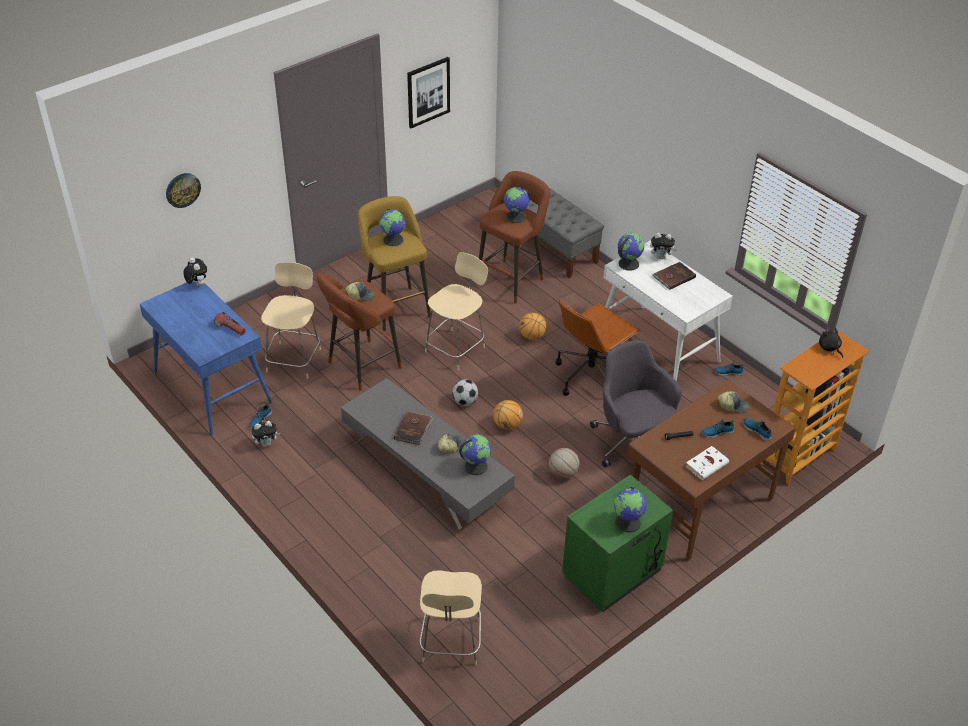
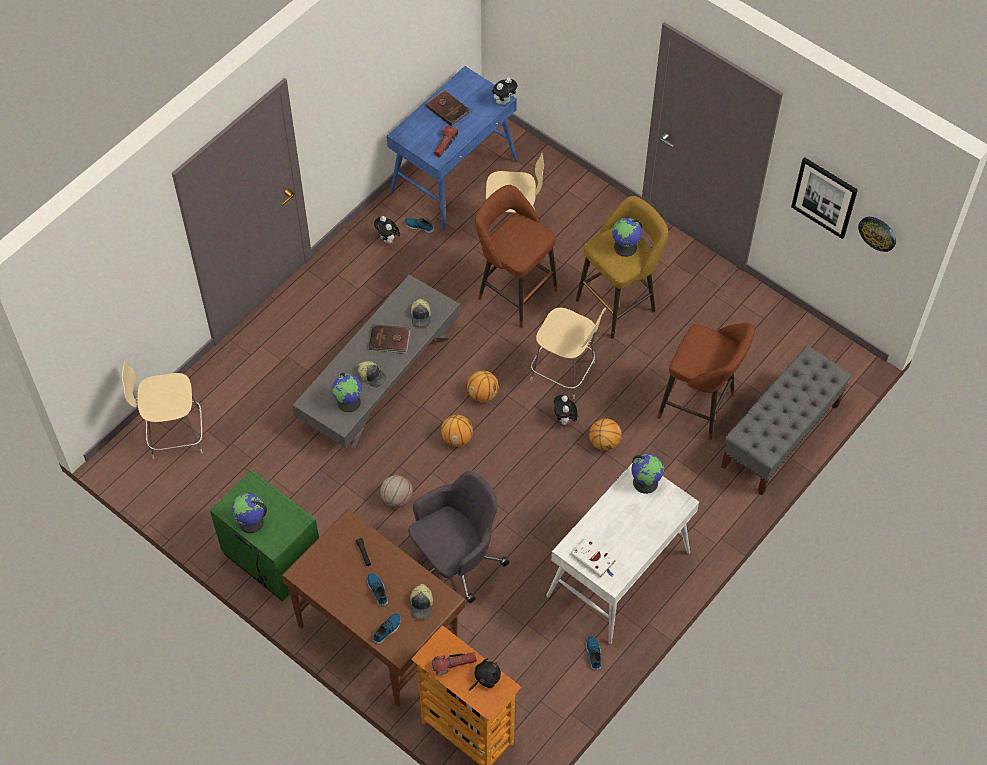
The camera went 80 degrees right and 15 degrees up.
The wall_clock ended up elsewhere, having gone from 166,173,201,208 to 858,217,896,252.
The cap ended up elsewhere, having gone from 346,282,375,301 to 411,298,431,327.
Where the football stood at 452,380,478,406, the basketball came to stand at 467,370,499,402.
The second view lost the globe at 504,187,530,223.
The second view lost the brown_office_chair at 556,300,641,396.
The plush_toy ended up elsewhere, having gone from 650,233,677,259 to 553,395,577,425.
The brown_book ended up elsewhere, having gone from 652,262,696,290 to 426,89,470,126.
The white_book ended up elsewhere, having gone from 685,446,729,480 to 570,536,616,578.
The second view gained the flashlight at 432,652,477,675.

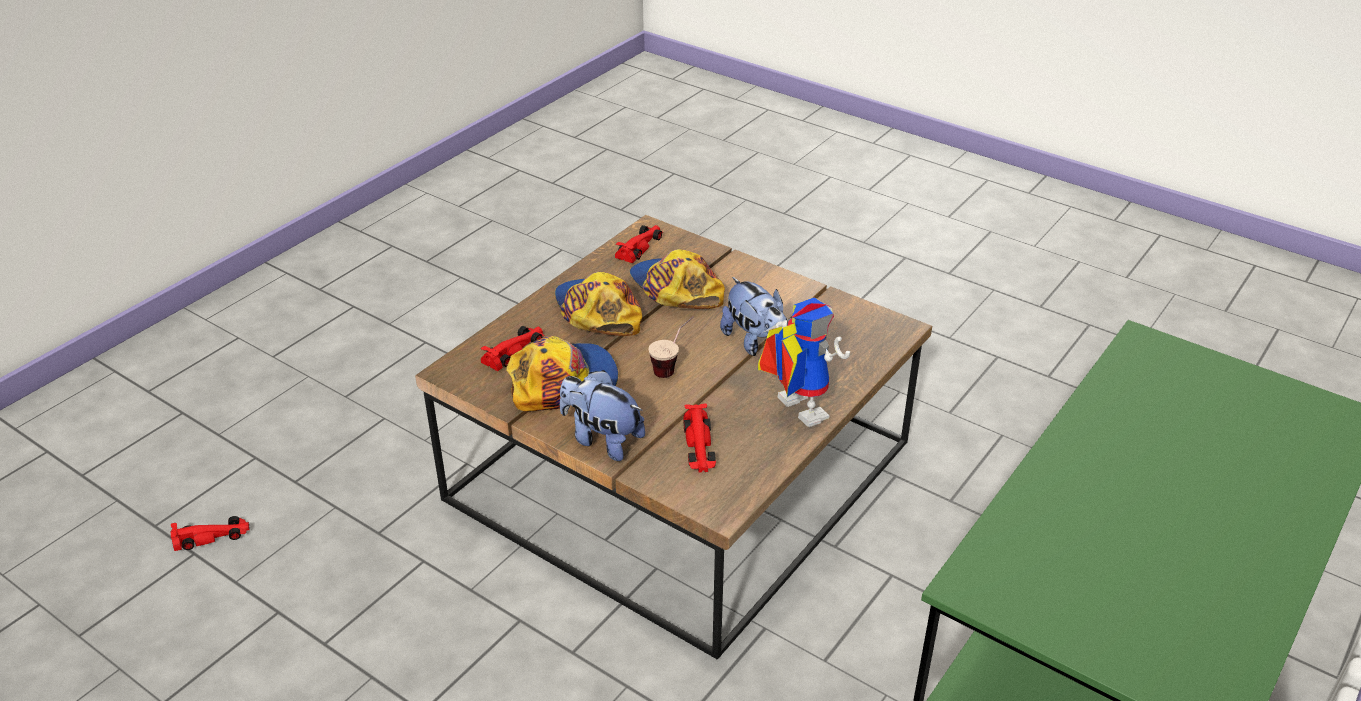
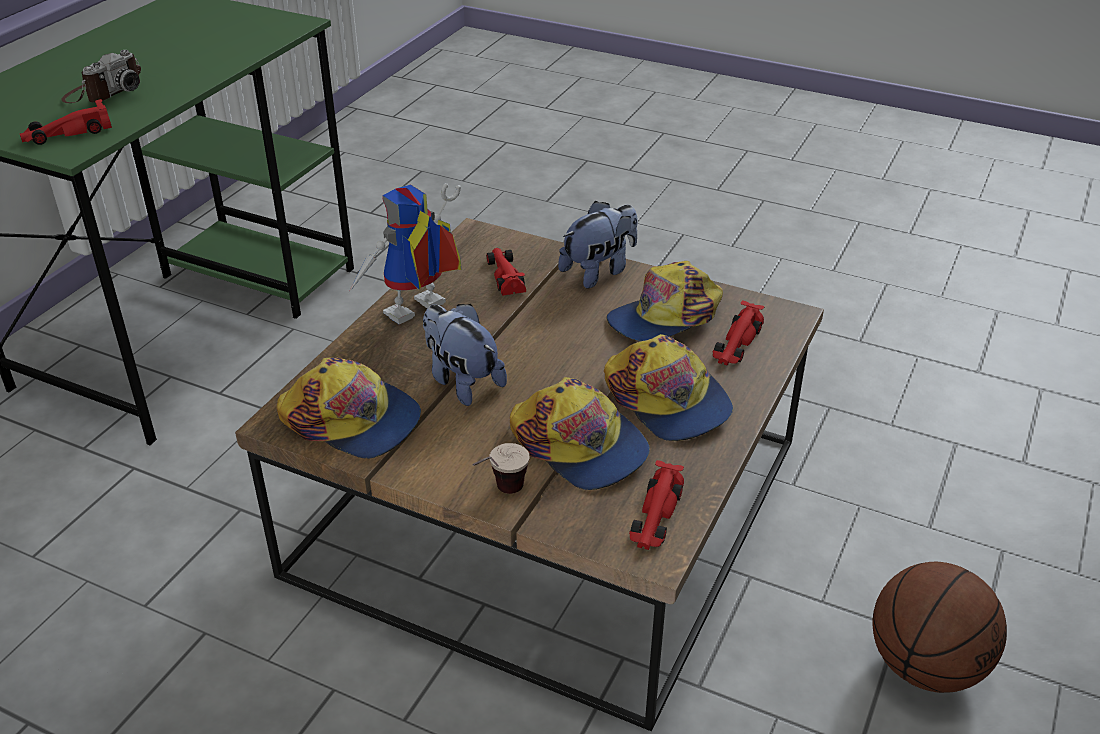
The camera went 170 degrees right and 0 degrees up.
The red_toy_car ended up elsewhere, having gone from 171,516,250,551 to 20,99,112,145.
The plush_toy at 560,370,645,461 ended up facing another way, 60 degrees counterclockwise from before.
The cup ended up elsewhere, having gone from 648,316,694,378 to 473,443,530,494.
The toy_robot at 758,297,850,427 ended up facing another way, 90 degrees clockwise from before.
The second view gained the photo_camera at 61,50,141,103.
The second view gained the cap at 276,358,421,459.
The second view gained the basketball at 873,562,1007,693.

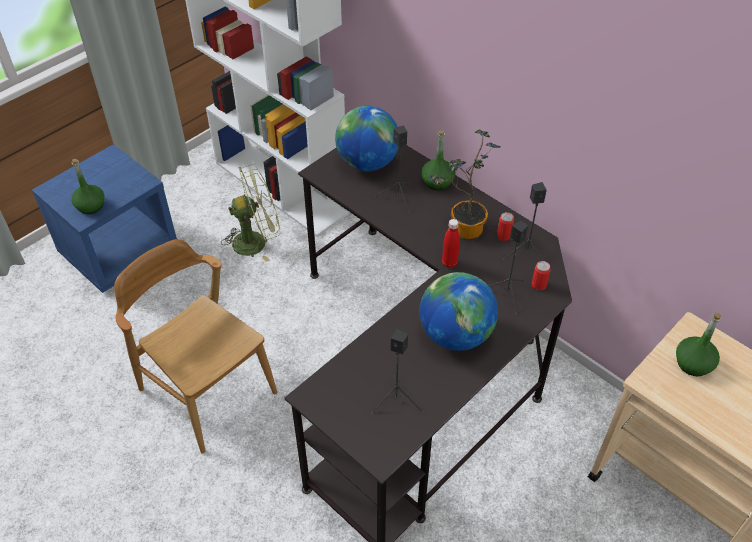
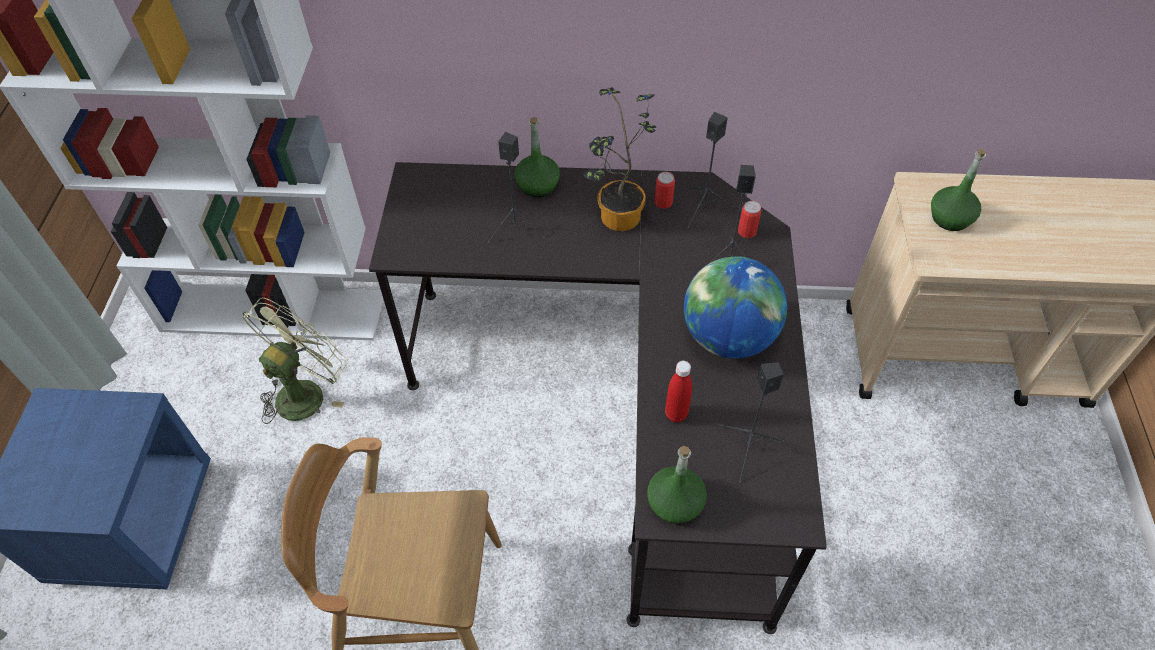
The camera went 40 degrees left and 5 degrees up.
The green_bottle ended up elsewhere, having gone from 71,159,104,214 to 647,446,707,524.
The second view lost the globe at 335,106,398,171.
The red_bottle ended up elsewhere, having gone from 442,219,460,268 to 665,361,692,422.

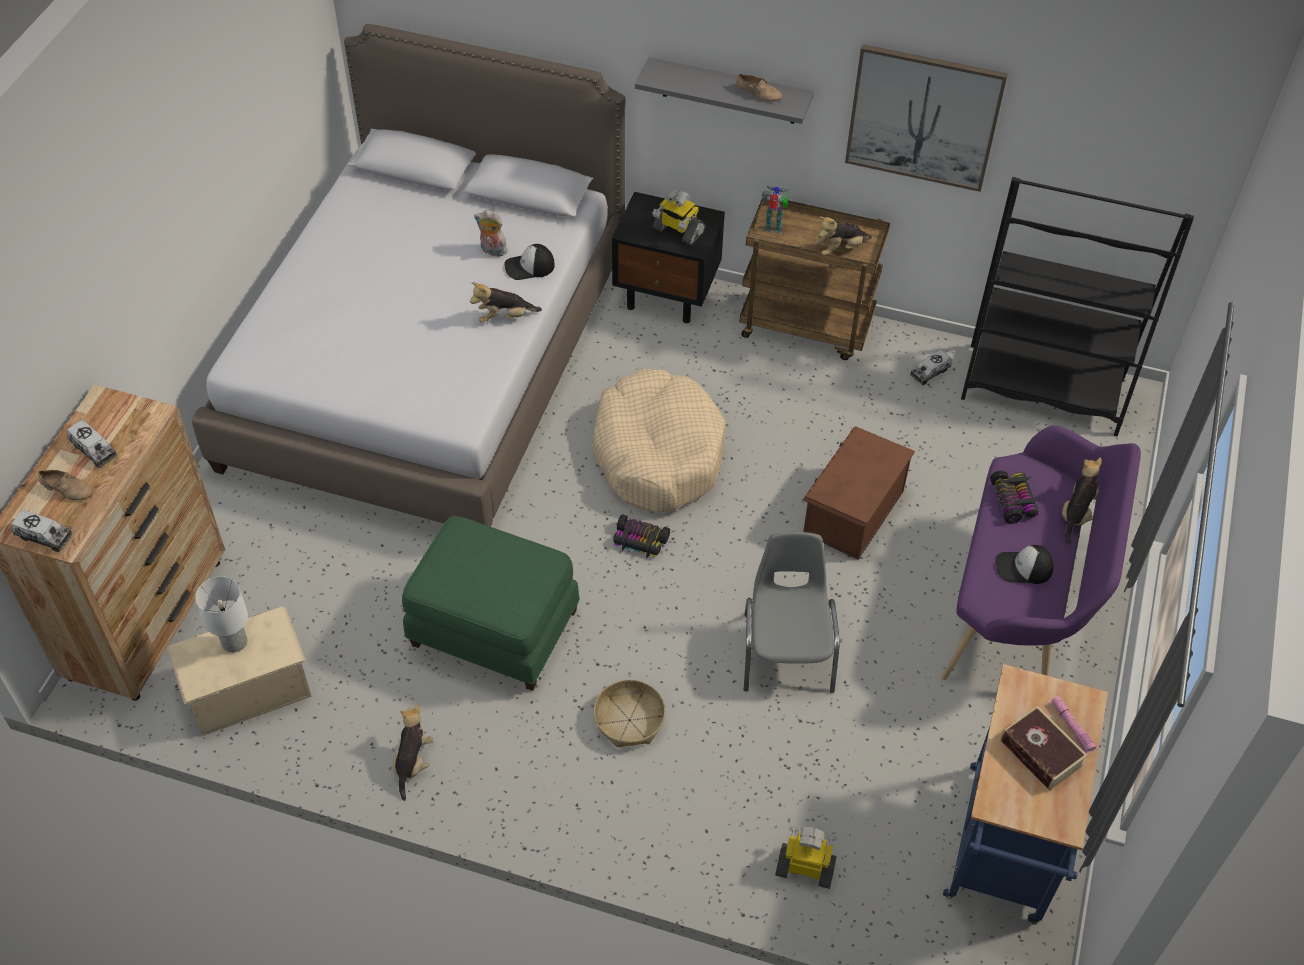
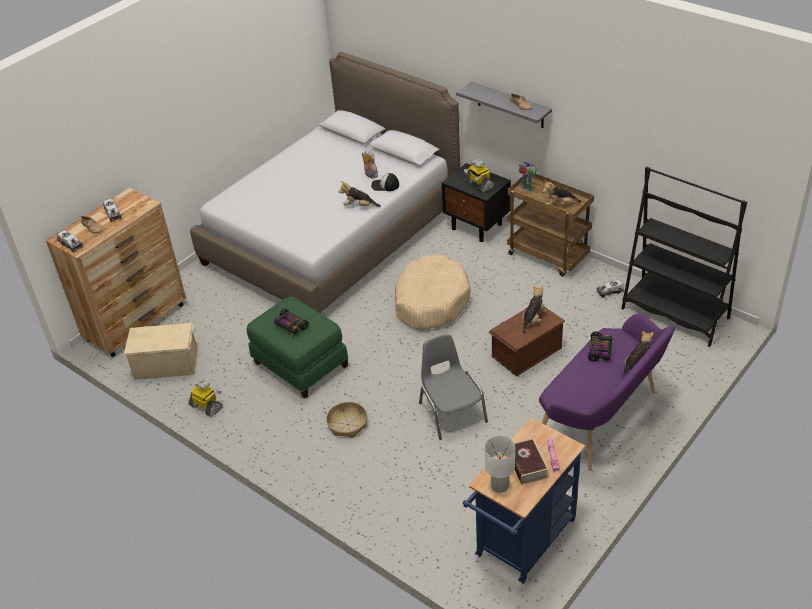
The camera went 25 degrees right and 10 degrees down.
The white_table_lamp ended up elsewhere, having gone from 195,576,248,653 to 485,436,515,493.
The plush_toy ended up elsewhere, having gone from 393,705,433,801 to 522,286,547,334.
The toy_car ended up elsewhere, having gone from 613,514,670,559 to 274,308,309,335.
The grey_chair at 744,532,839,693 ended up facing another way, 45 degrees counterclockwise from before.
The toy_robot ended up elsewhere, having gone from 775,826,837,889 to 188,378,223,417.
The second view lost the picture at 845,44,1008,192.
The second view lost the cap at 996,545,1054,584.

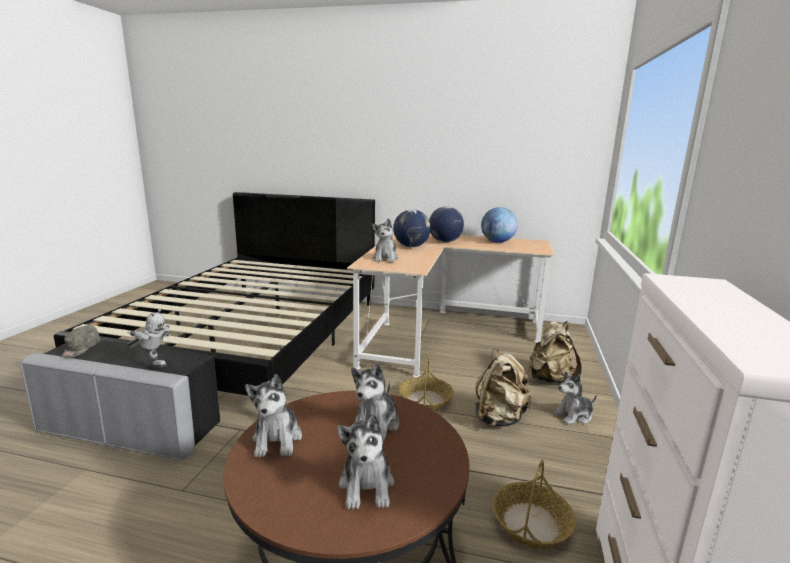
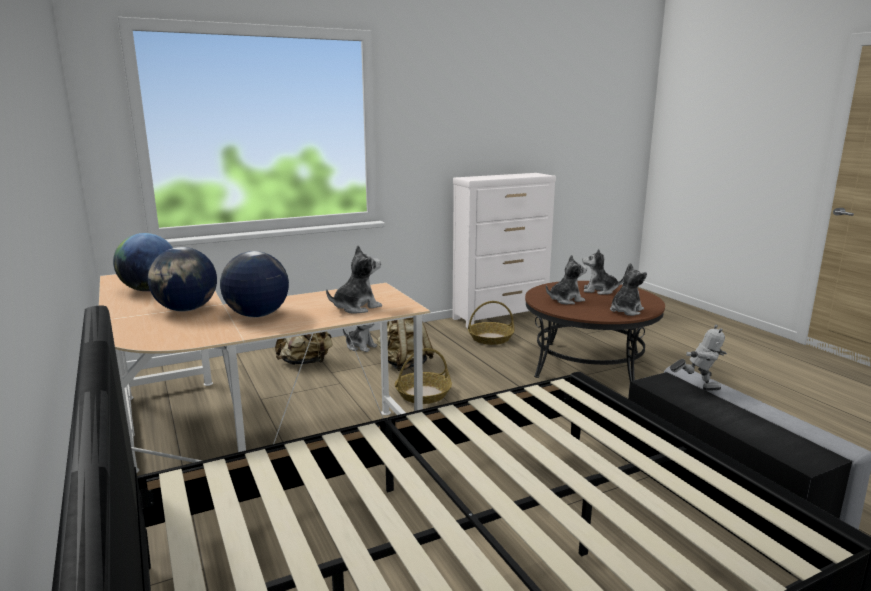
The camera went 130 degrees left and 0 degrees up.
The second view lost the grey_cap at 62,325,100,358.
The toy_robot at 127,309,170,367 ended up facing another way, 120 degrees clockwise from before.
The plush_toy at 337,414,395,509 ended up facing another way, 120 degrees counterclockwise from before.

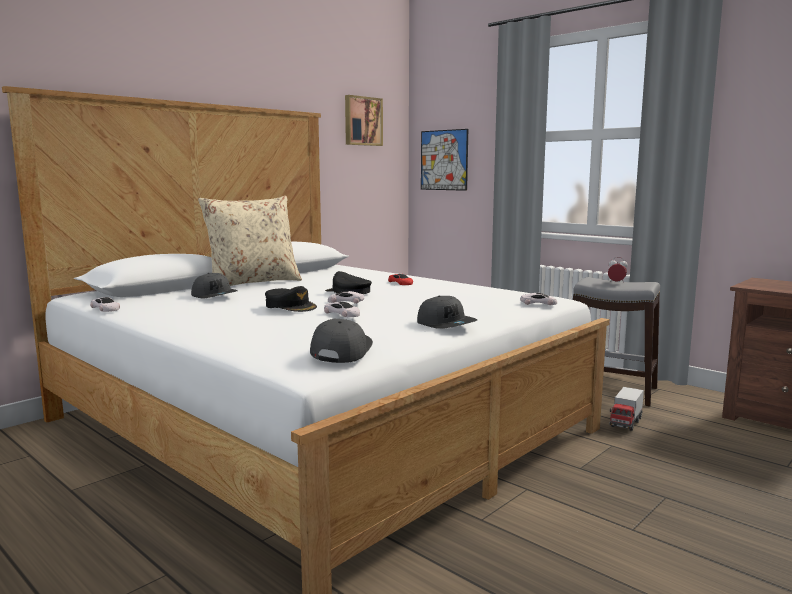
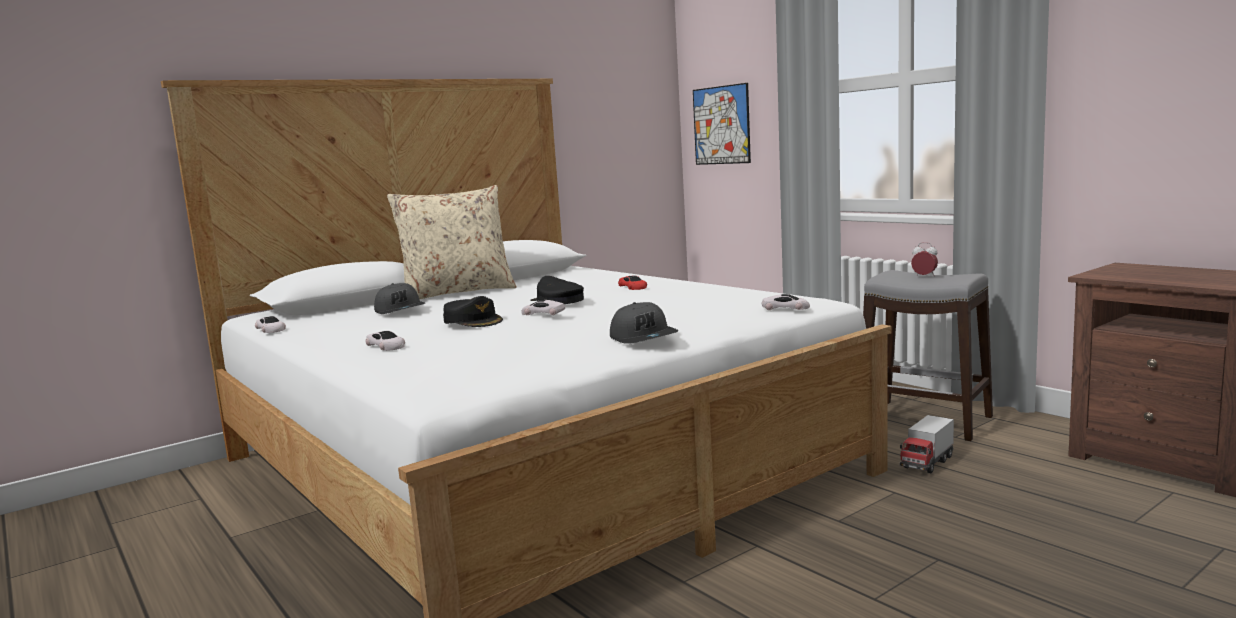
The camera went 10 degrees right and 0 degrees up.
The second view lost the grey_cap at 310,319,373,363.
The white_toy_car ended up elsewhere, having gone from 324,302,360,317 to 366,331,405,351.
The second view lost the picture at 345,95,383,146.

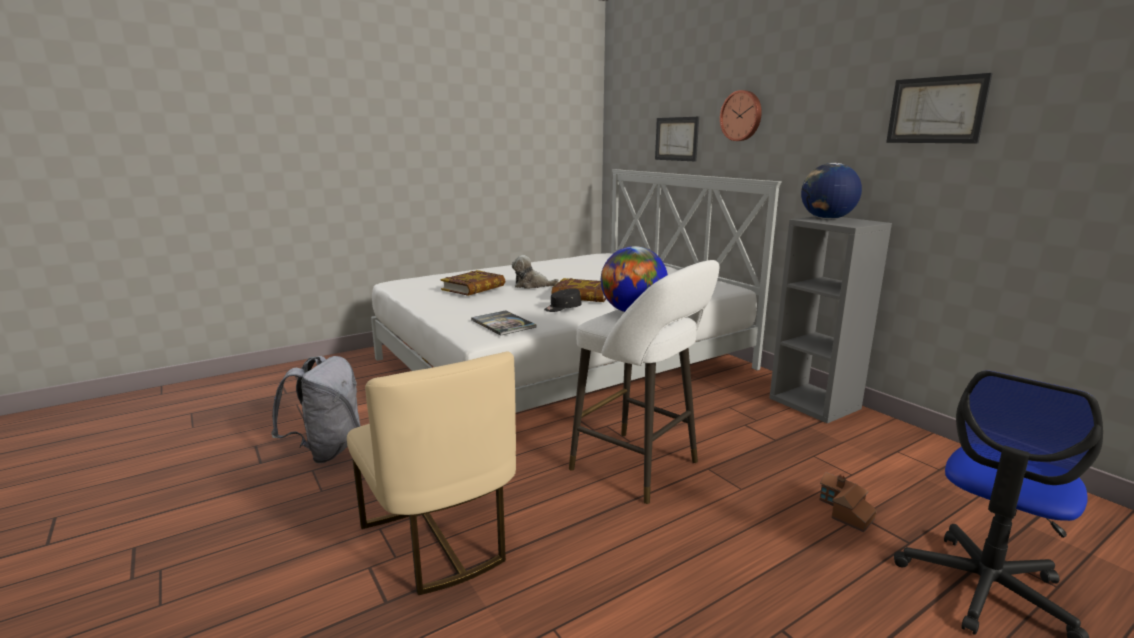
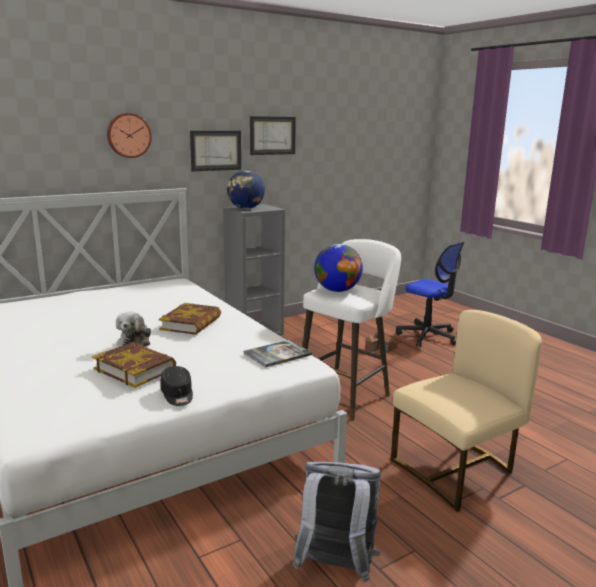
The camera went 90 degrees left and 0 degrees up.
The black_cap ended up elsewhere, having gone from 544,288,581,312 to 160,366,193,406.
The picture ended up elsewhere, having gone from 655,117,699,162 to 190,131,241,171.

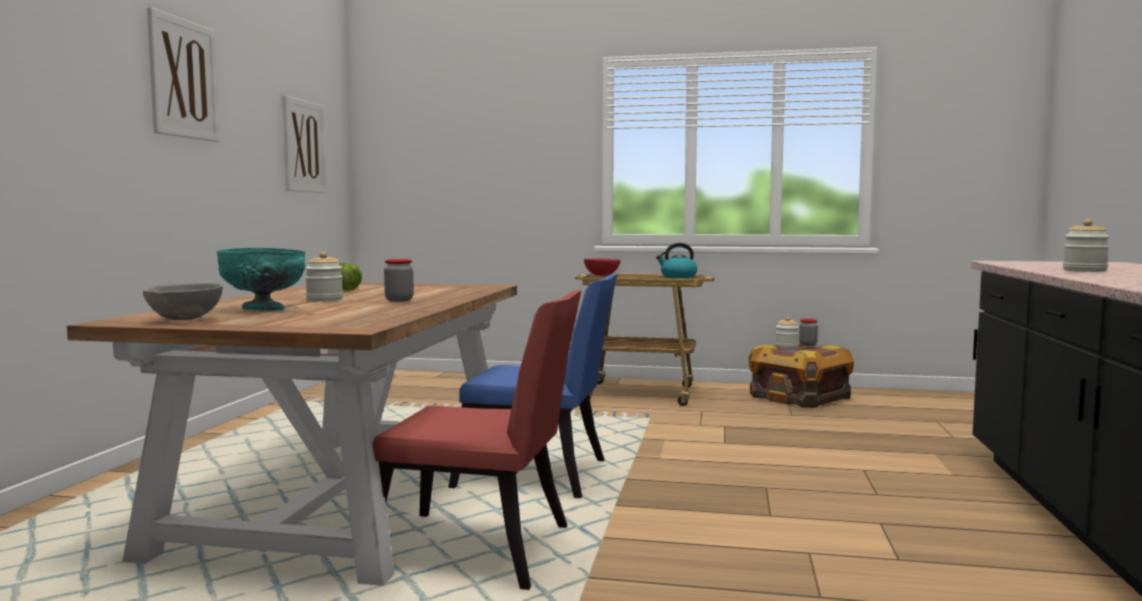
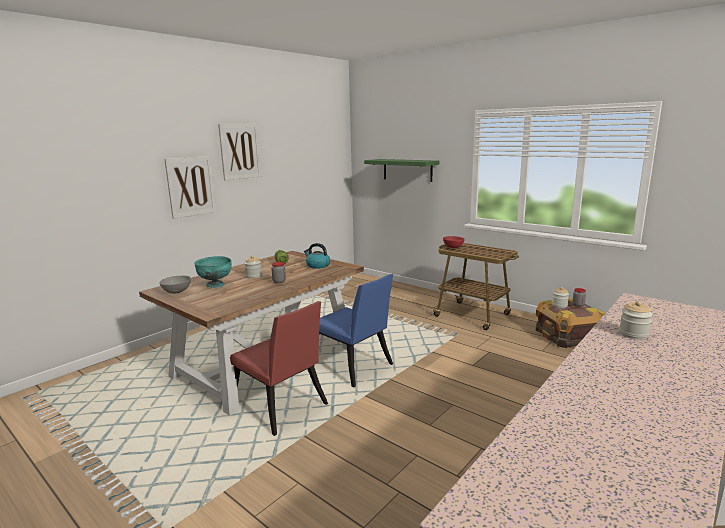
The camera went 30 degrees right and 10 degrees up.
The picture ended up elsewhere, having gone from 282,95,327,193 to 164,156,216,219.
The kettle ended up elsewhere, having gone from 656,243,697,278 to 304,243,330,269.
The second view gained the green_shelf at 364,159,440,182.

